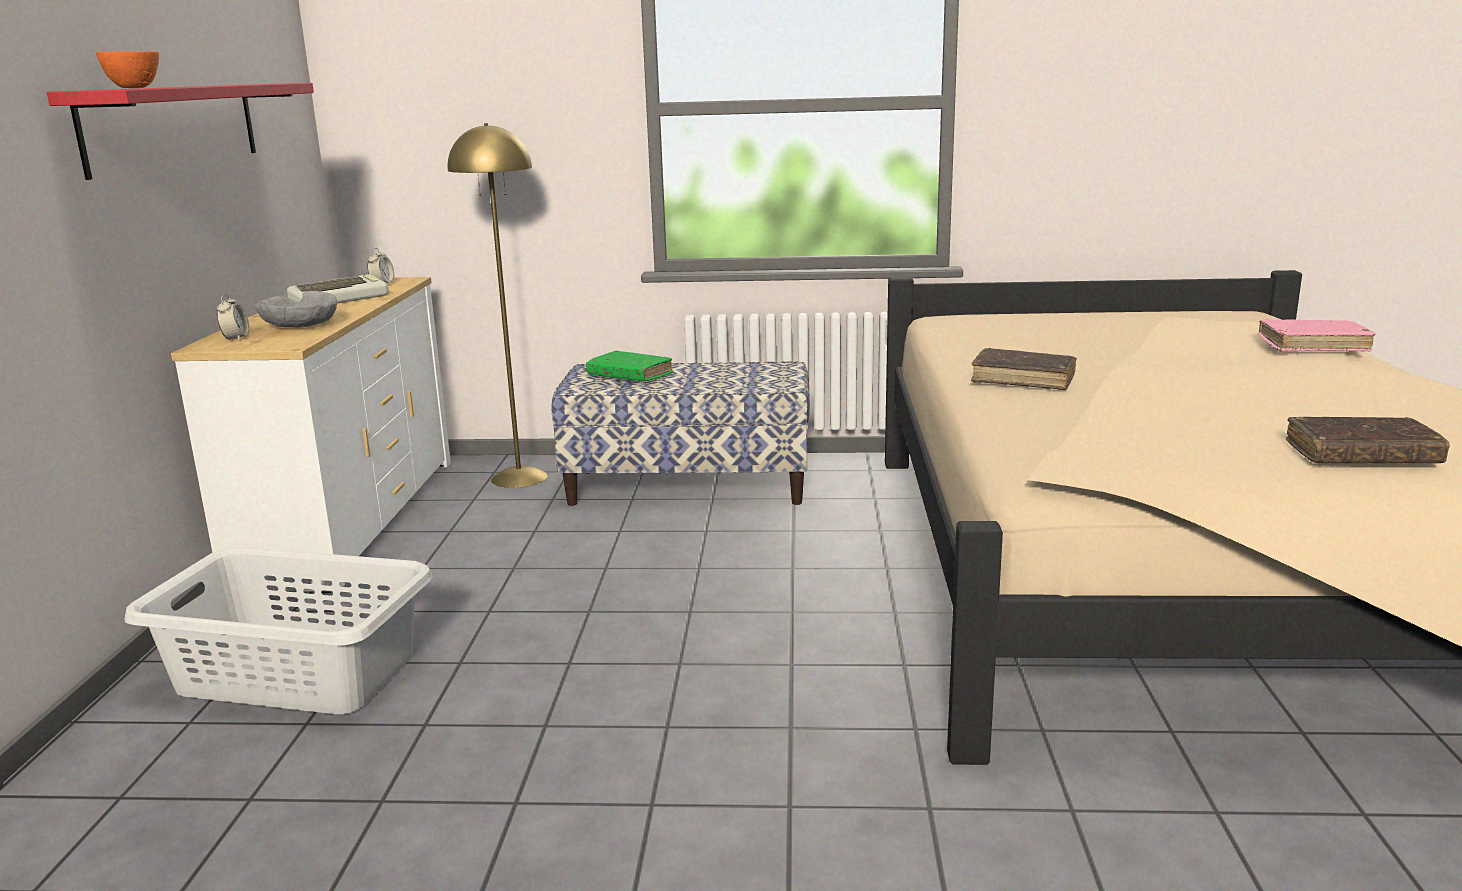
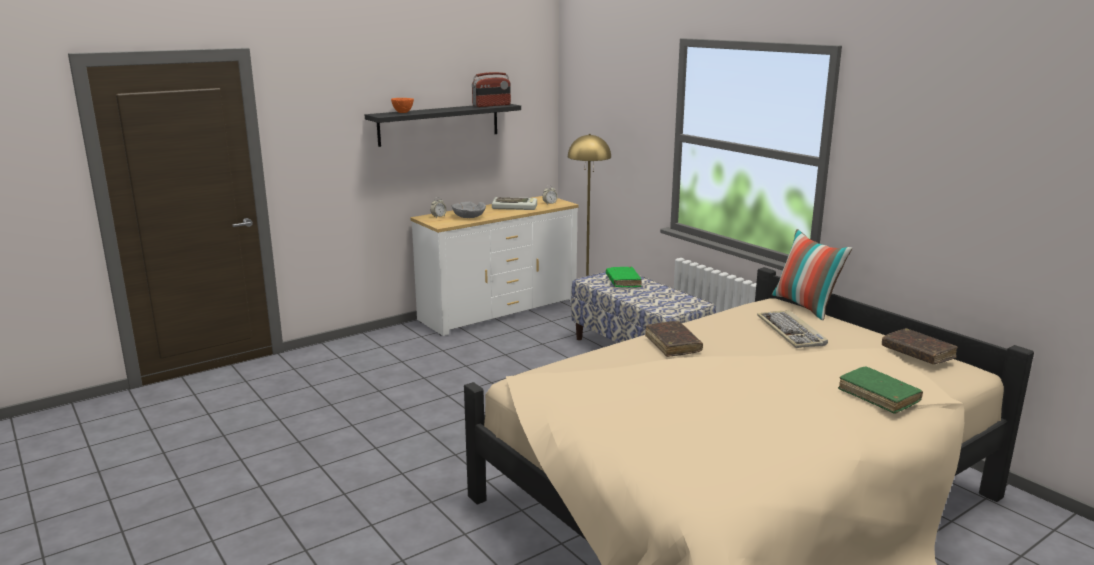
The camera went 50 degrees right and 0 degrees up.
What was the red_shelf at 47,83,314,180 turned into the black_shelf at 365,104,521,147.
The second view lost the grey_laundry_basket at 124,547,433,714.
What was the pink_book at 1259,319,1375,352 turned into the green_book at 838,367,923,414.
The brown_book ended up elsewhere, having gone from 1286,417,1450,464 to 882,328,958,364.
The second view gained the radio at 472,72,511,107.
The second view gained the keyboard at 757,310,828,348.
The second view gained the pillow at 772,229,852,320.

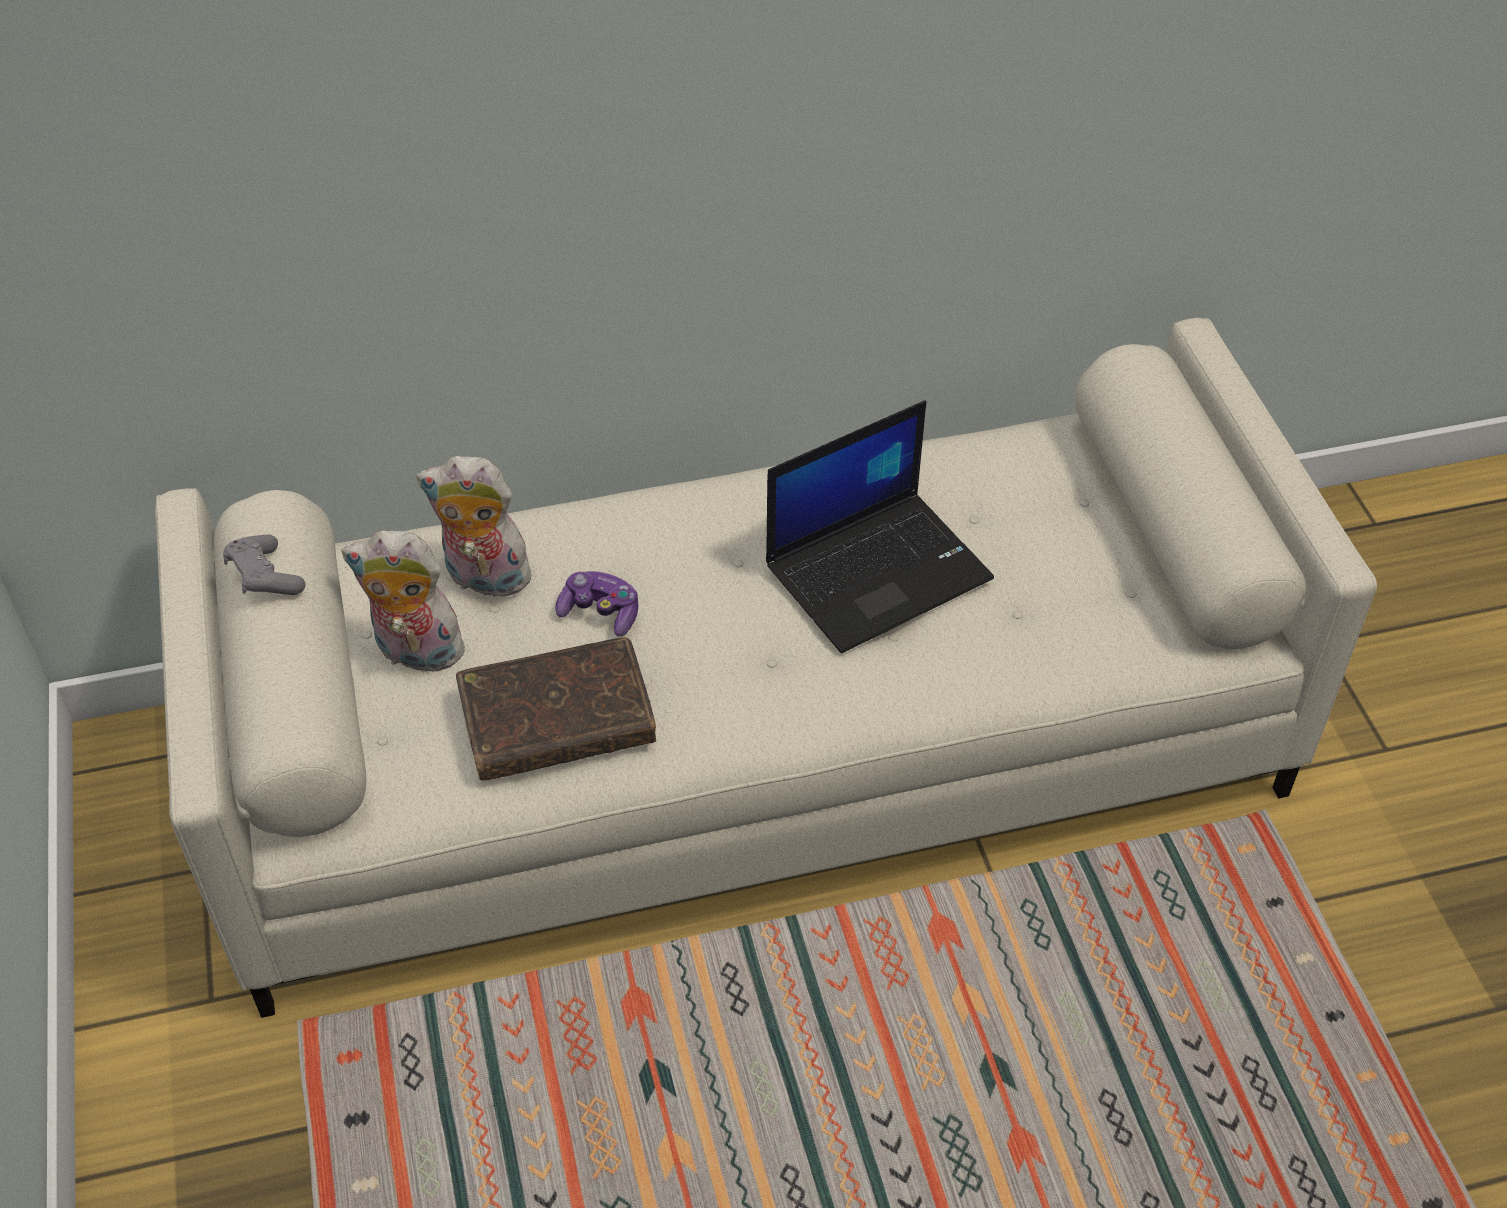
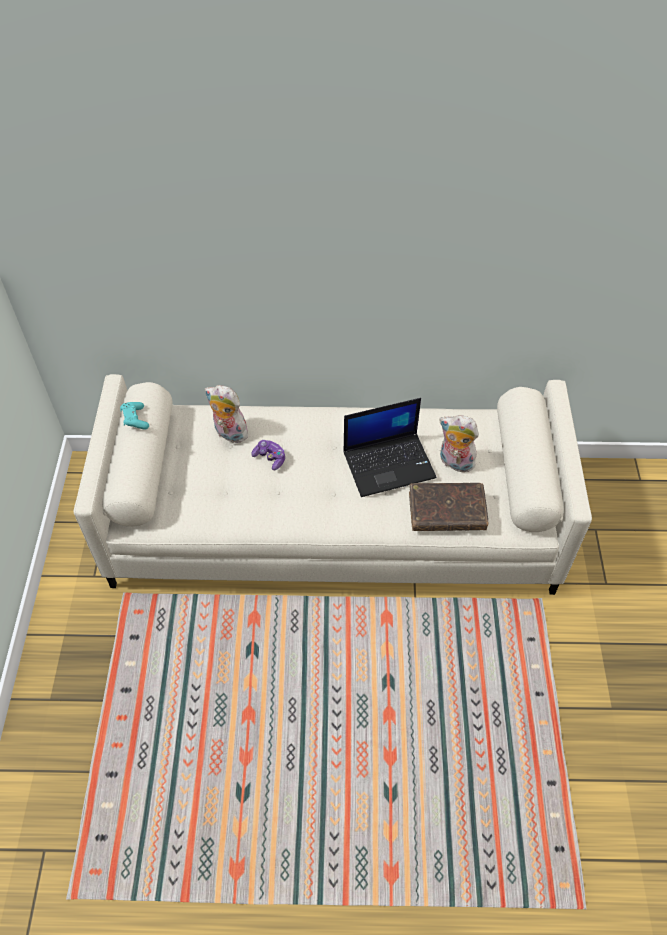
The camera went 15 degrees right and 5 degrees up.
What was the grey_game_controller at 223,535,305,595 turned into the turquoise_game_controller at 120,402,149,430.
The plush_toy ended up elsewhere, having gone from 342,530,468,678 to 439,415,479,472.
The brown_book ended up elsewhere, having gone from 456,637,657,780 to 409,483,489,531.

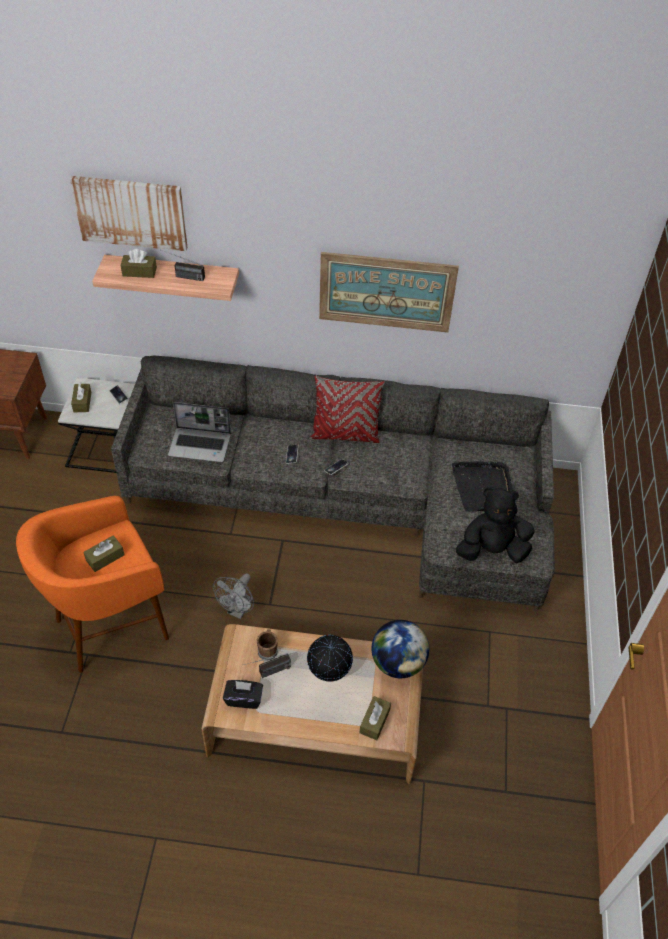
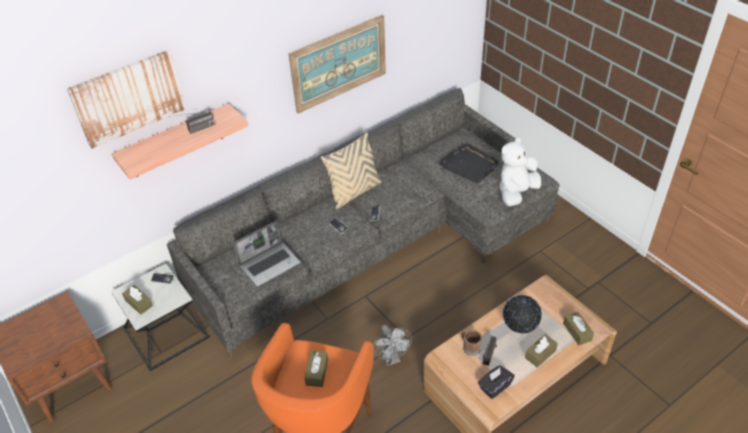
The camera went 40 degrees left and 5 degrees down.
The brown_tissue_box ended up elsewhere, having gone from 121,249,157,278 to 525,334,558,368.
What was the red_pillow at 310,375,385,443 turned into the beige_pillow at 321,133,382,210.
The second view lost the globe at 372,620,429,678.
What was the black_plush_toy at 456,488,534,563 turned into the white_plush_toy at 500,138,541,206.

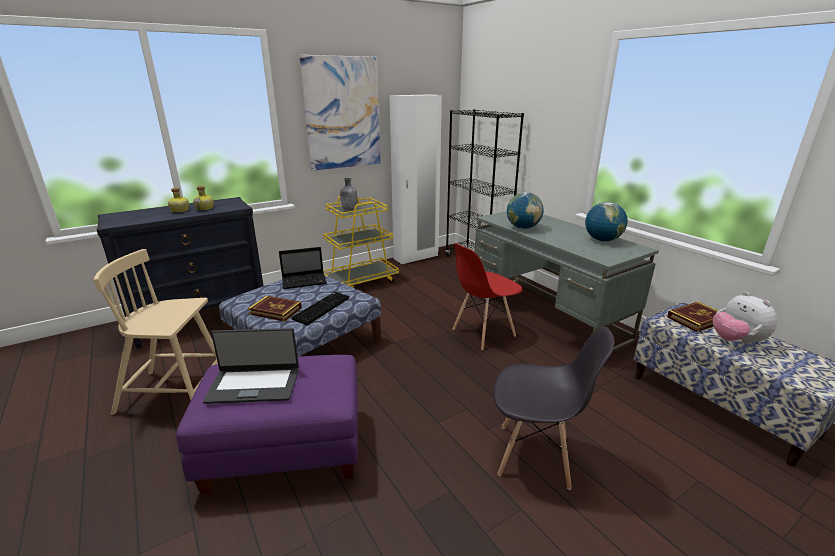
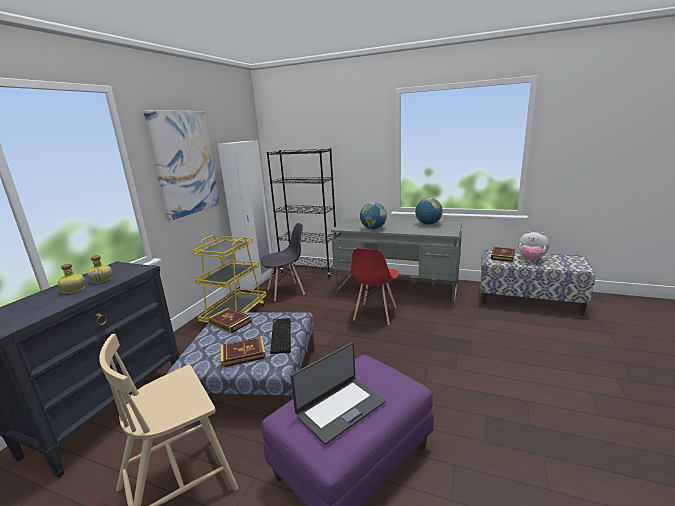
The camera went 35 degrees left and 5 degrees down.
Where the laptop stood at 279,247,327,289, the book came to stand at 208,308,252,333.
The second view lost the grey_bottle at 340,178,357,210.
The grey_chair ended up elsewhere, having gone from 494,327,614,490 to 261,223,305,301.

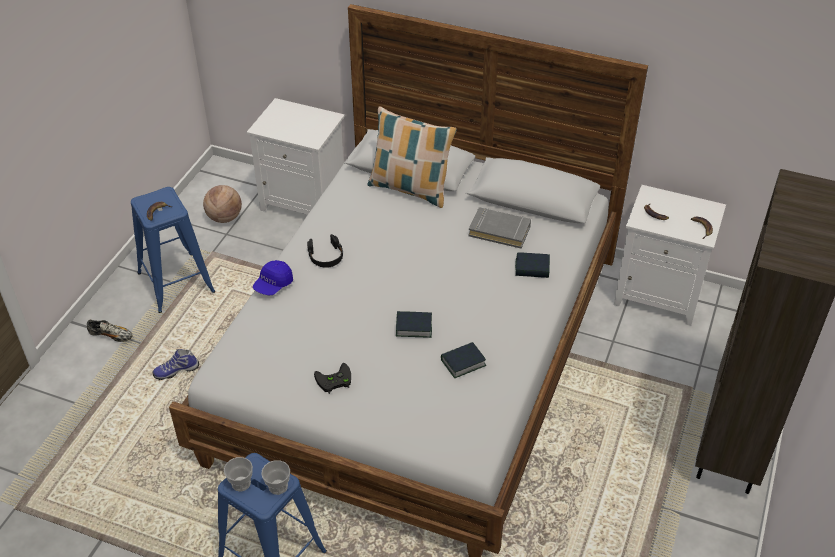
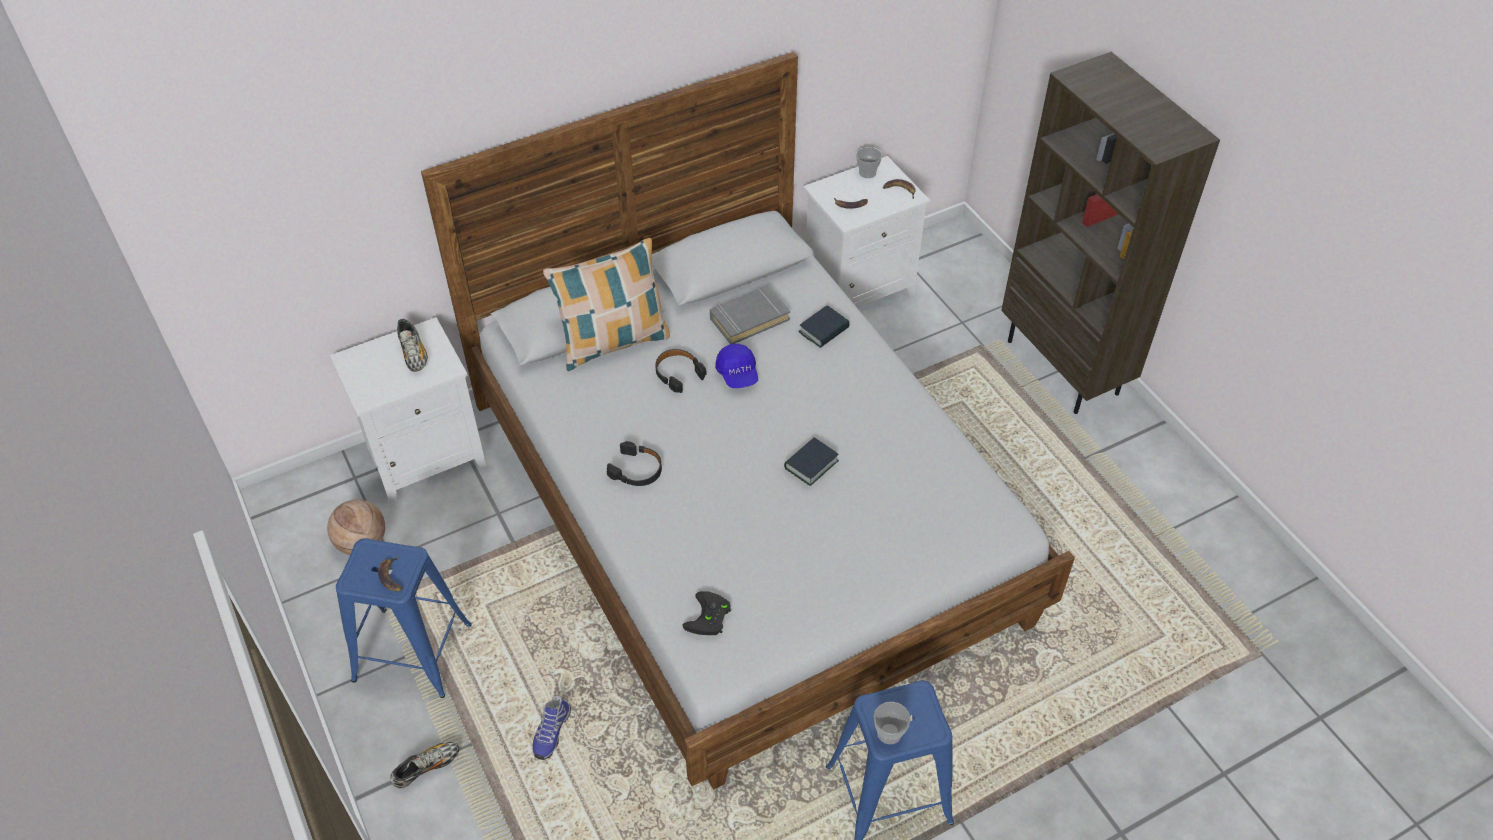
The camera went 50 degrees left and 5 degrees up.
The blue_cap ended up elsewhere, having gone from 253,260,293,295 to 715,344,758,388.
The cup ended up elsewhere, having gone from 261,460,290,495 to 856,147,882,178.
The black_game_controller ended up elsewhere, having gone from 314,363,351,394 to 682,591,731,635.
The second view lost the book at 441,342,486,378.
The second view gained the shoe at 397,319,428,372.
The second view gained the black_headphones at 655,349,707,393.

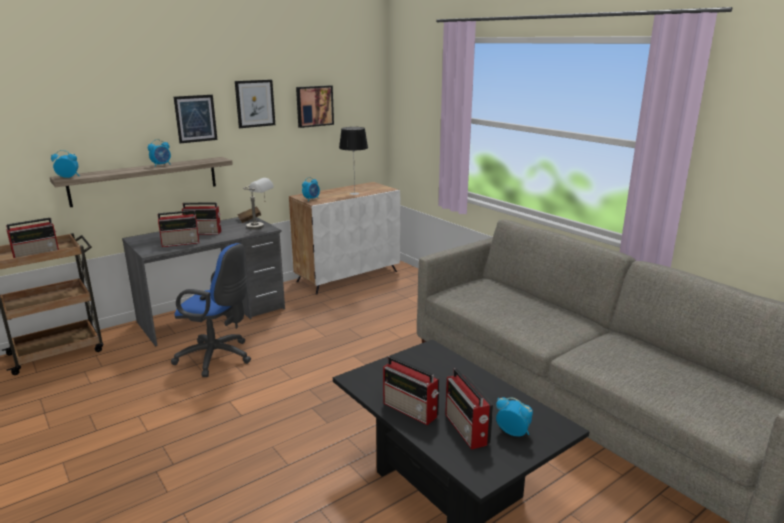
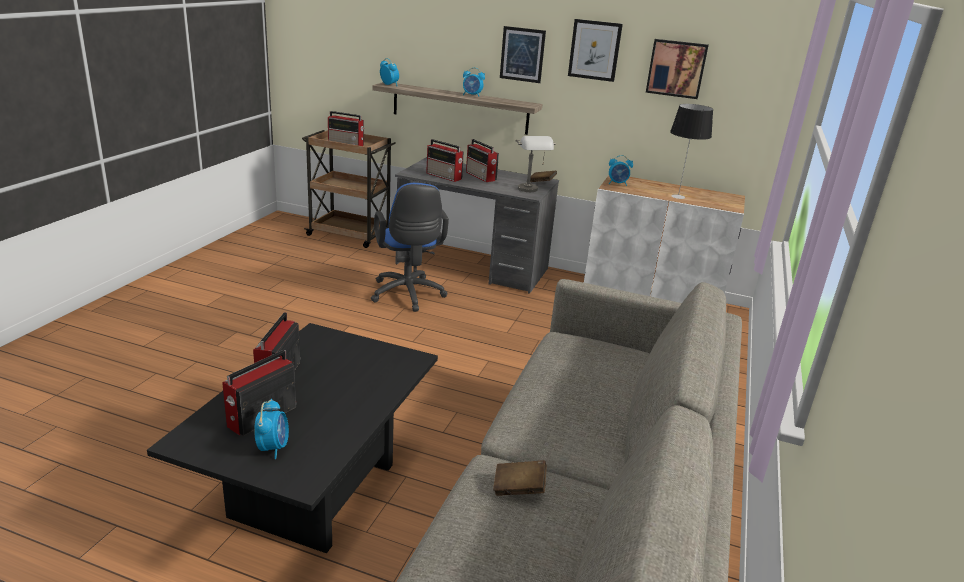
The camera went 55 degrees right and 5 degrees up.
The second view gained the brown_book at 493,460,547,496.

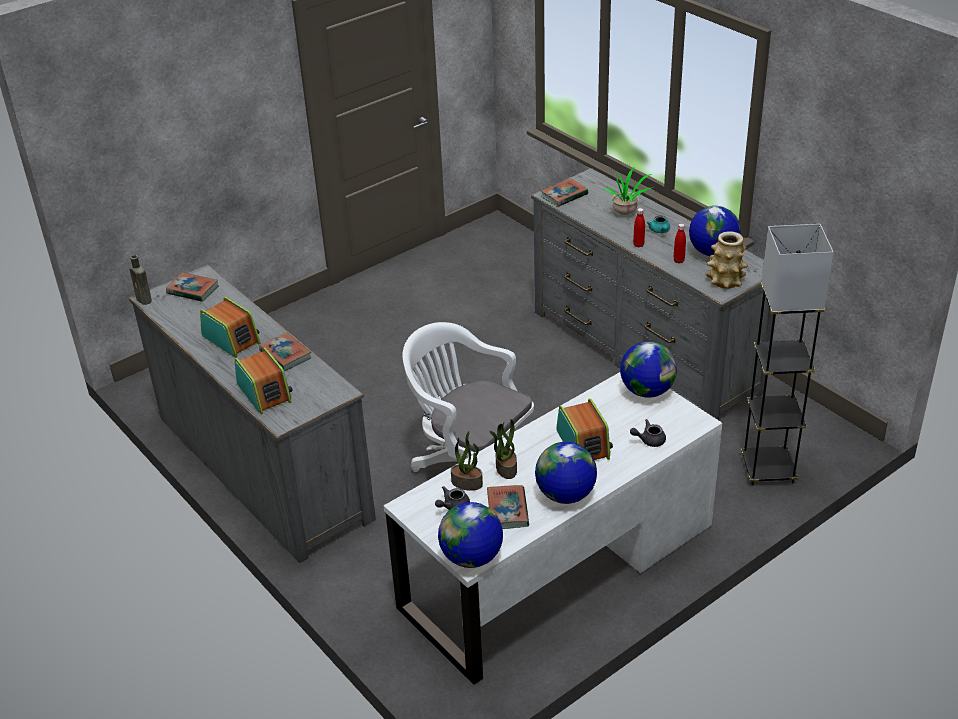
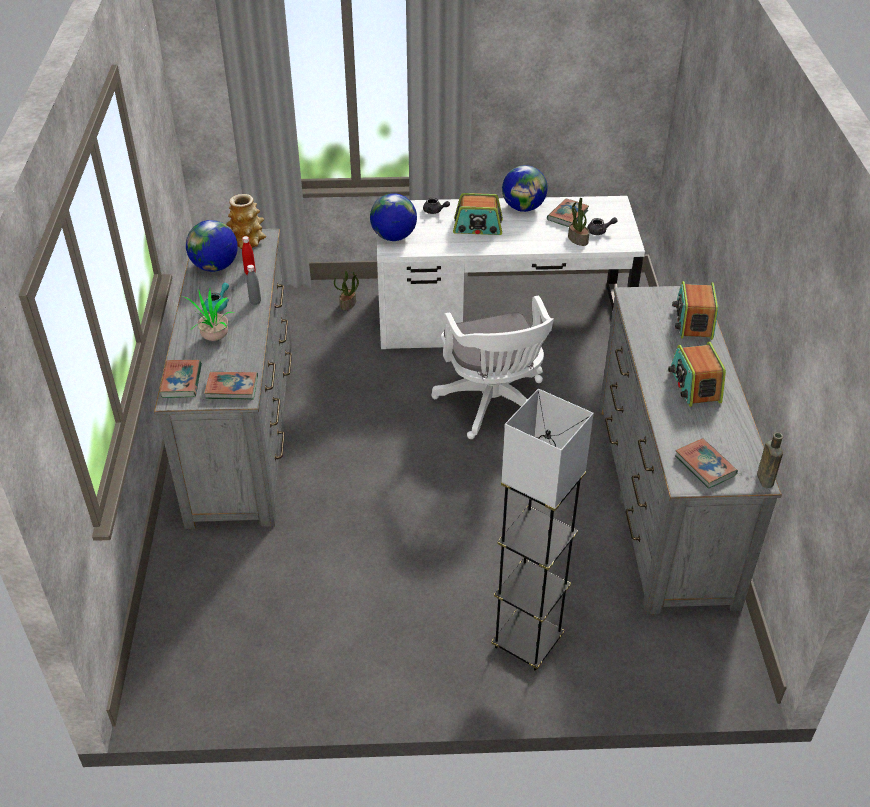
The camera went 145 degrees left and 5 degrees up.
The book ended up elsewhere, having gone from 259,333,311,371 to 159,360,202,398.
The second view lost the globe at 438,502,503,568.
The potted_plant ended up elsewhere, having gone from 489,419,517,479 to 334,270,359,311.
The radio at 556,398,613,460 ended up facing another way, 105 degrees counterclockwise from before.
What was the red_bottle at 633,208,645,247 turned into the grey_bottle at 247,265,261,305.
The grey_floor_lamp ended up elsewhere, having gone from 741,224,834,486 to 491,389,594,671.

